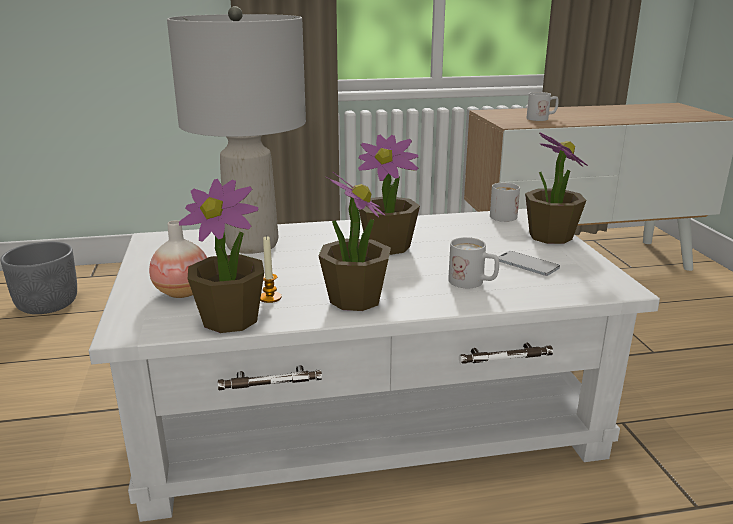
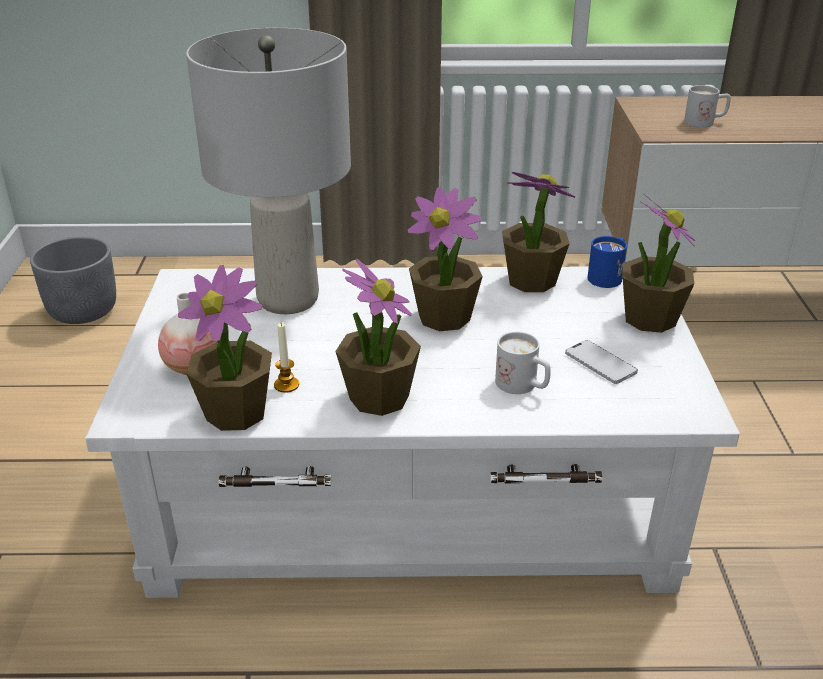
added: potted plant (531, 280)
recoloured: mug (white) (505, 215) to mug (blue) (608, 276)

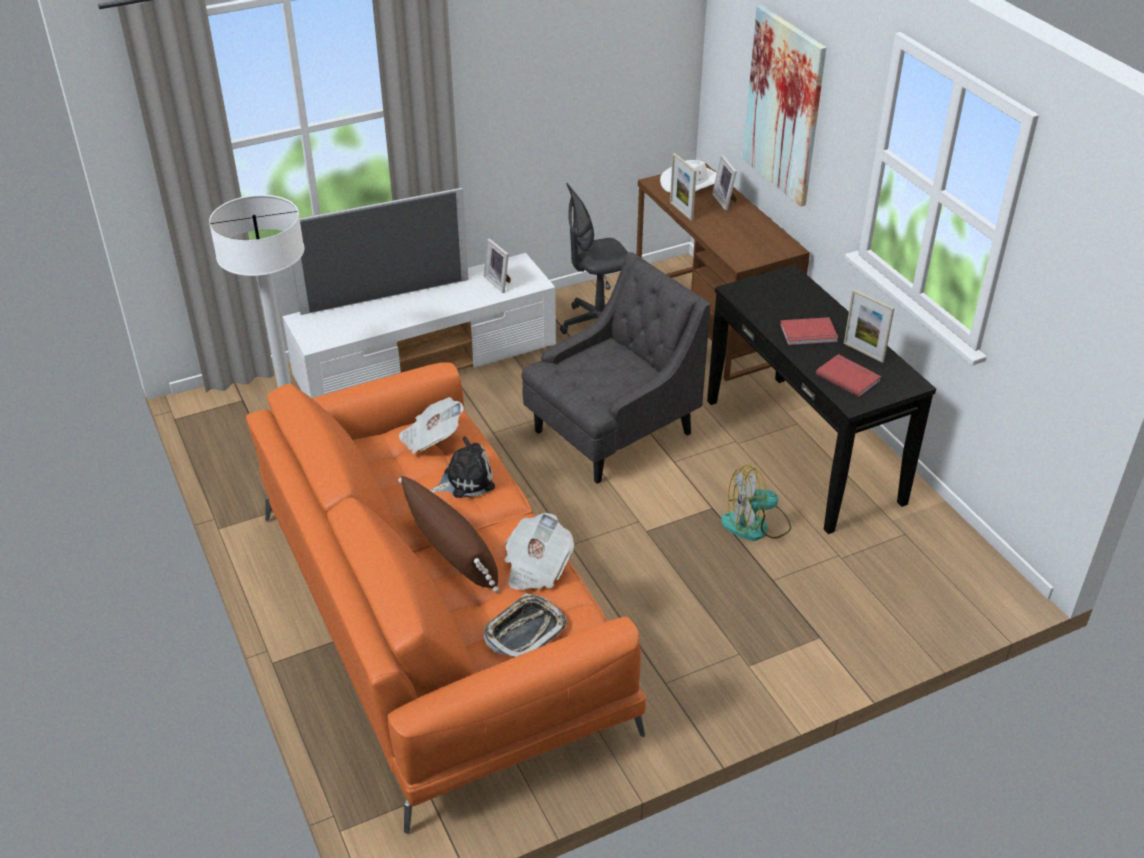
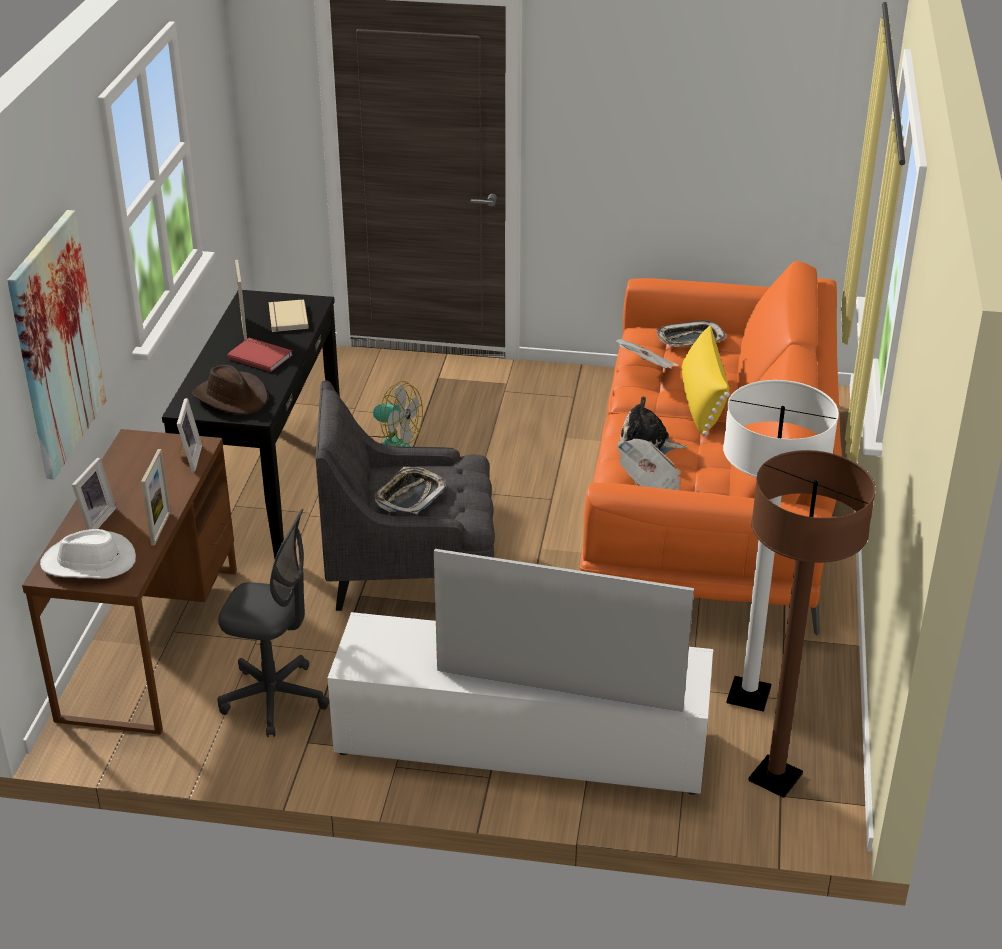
added: hat (brown) (231, 397); floor lamp (brown) (775, 778); tray (410, 495)
moved: picture frame (499, 282) to (188, 458)
recoloured: book (red) (848, 376) to book (beige) (286, 318); pillow (brown) (452, 552) to pillow (yellow) (702, 402)

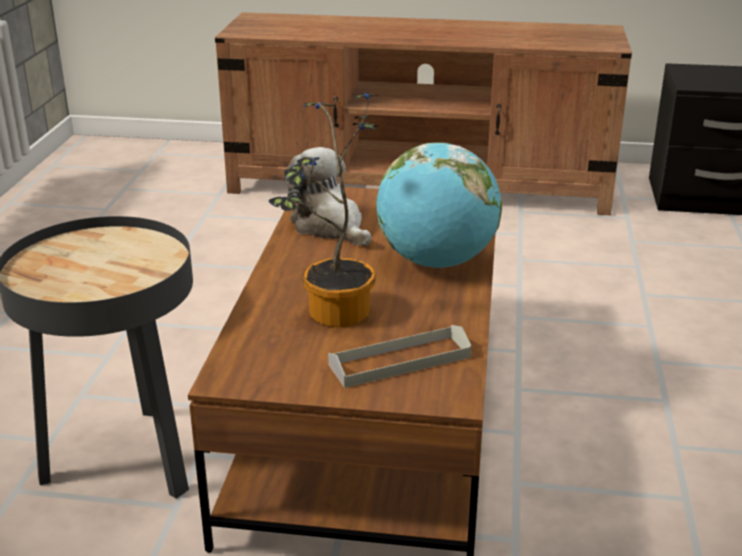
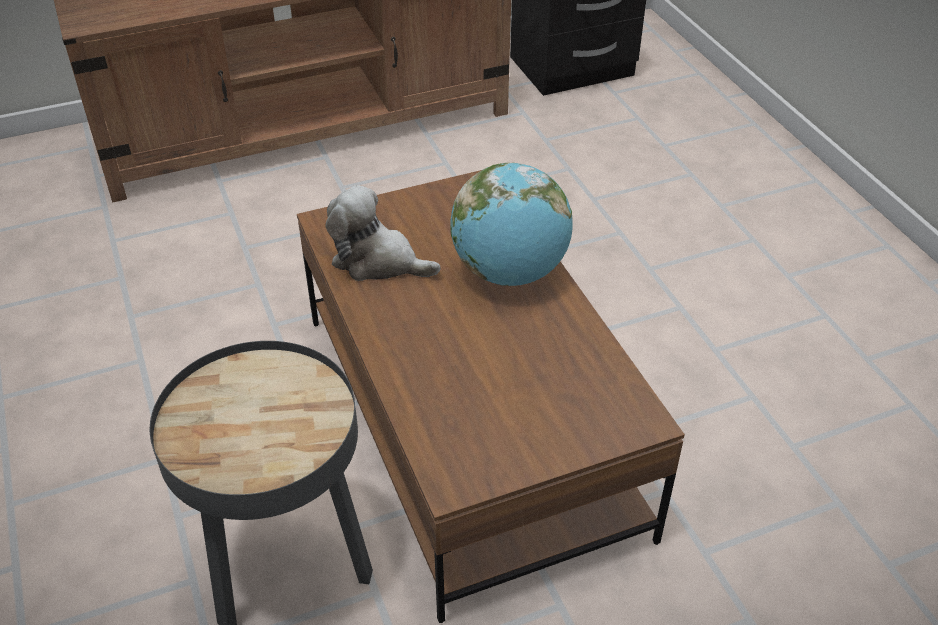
removed: potted plant (331, 315); tray (grey) (400, 361)

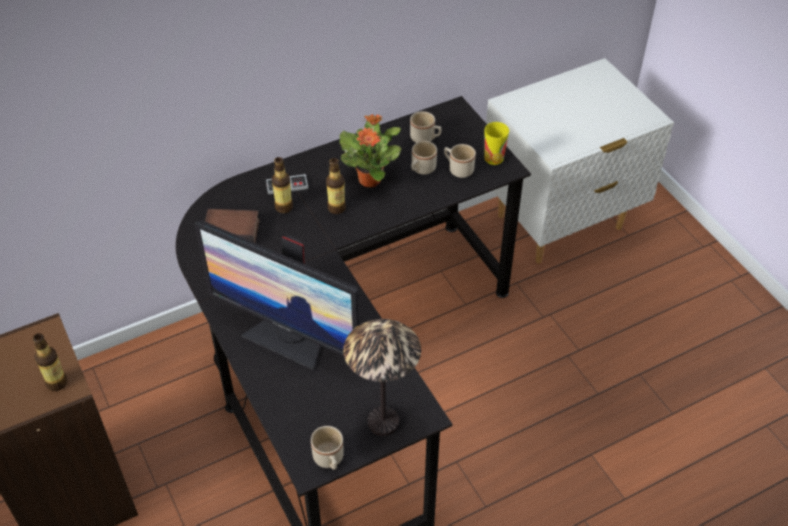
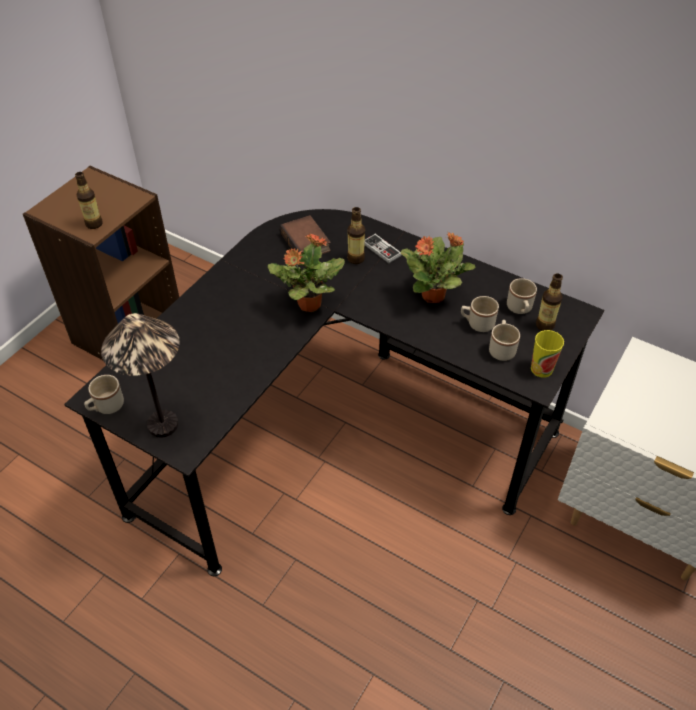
removed: monitor (288, 338)
added: potted plant (308, 304)
moved: bottle (336, 208) to (545, 325)

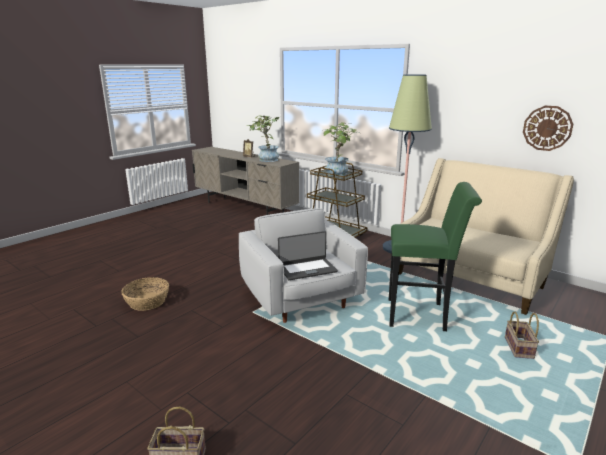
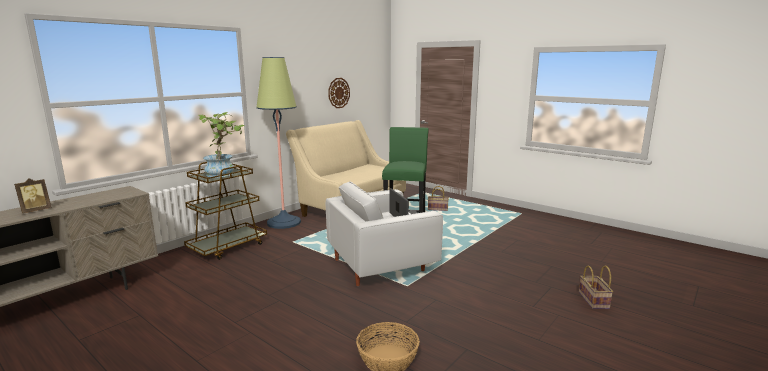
removed: potted plant (266, 160)

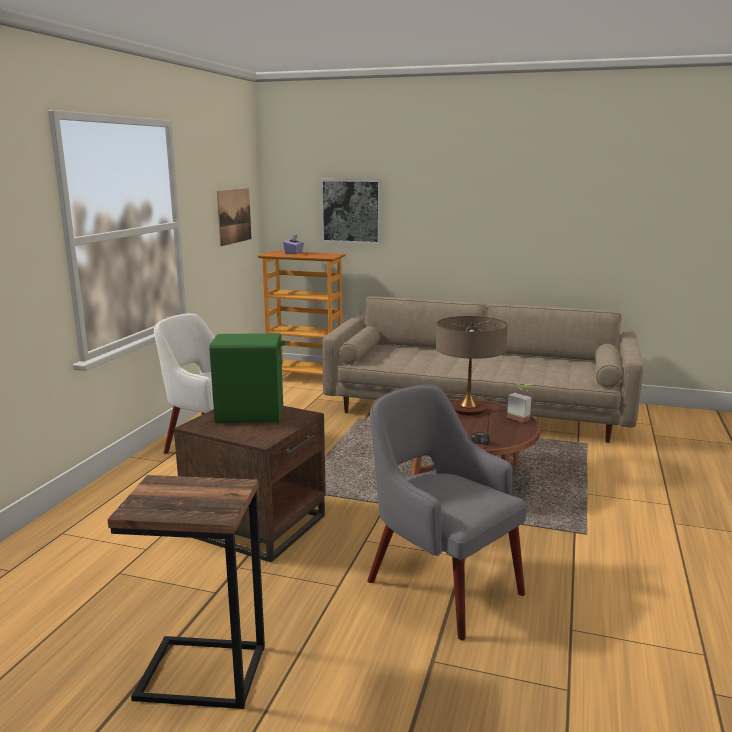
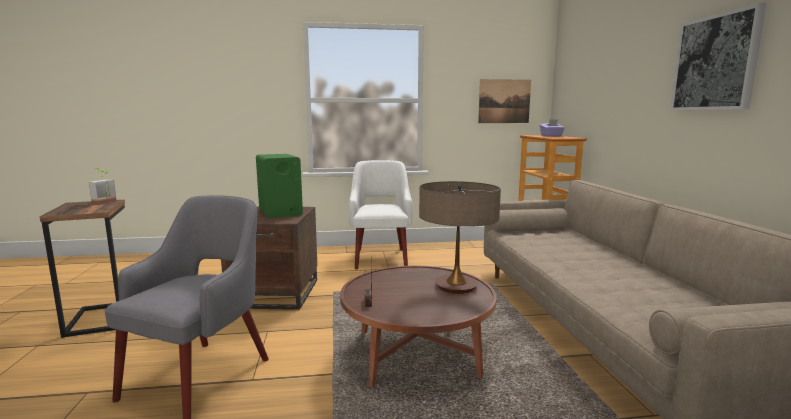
moved: picture (351, 211) to (715, 63); potted plant (520, 417) to (107, 203)

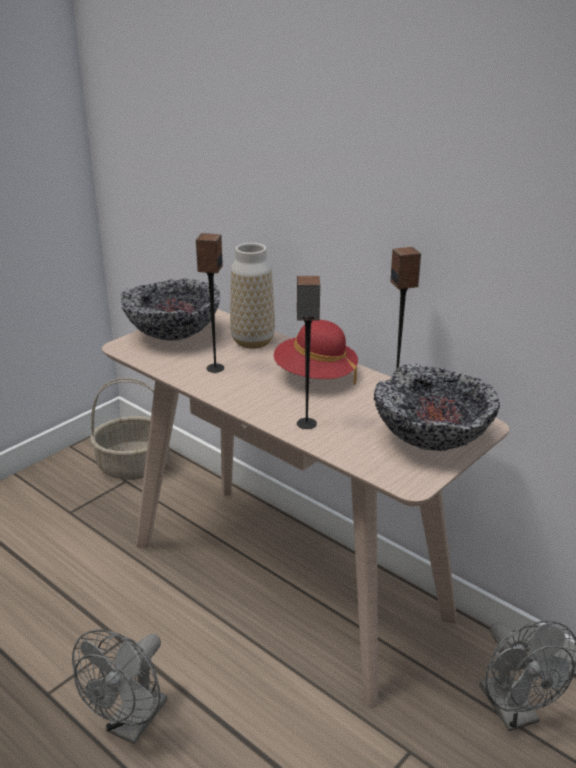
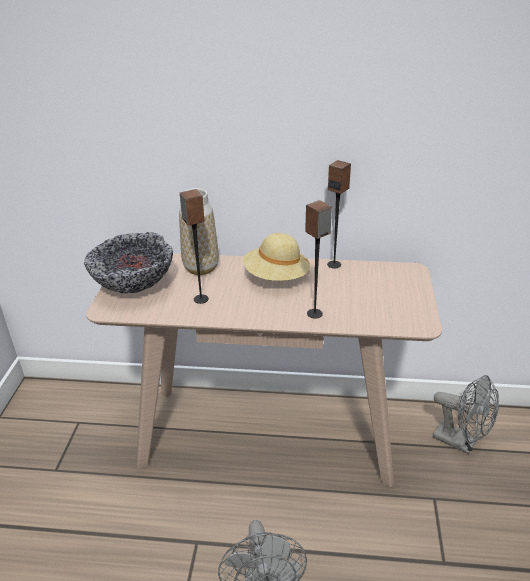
removed: bowl (431, 439); basket (134, 465)
recoloured: hat (red) (315, 376) to hat (beige) (276, 277)

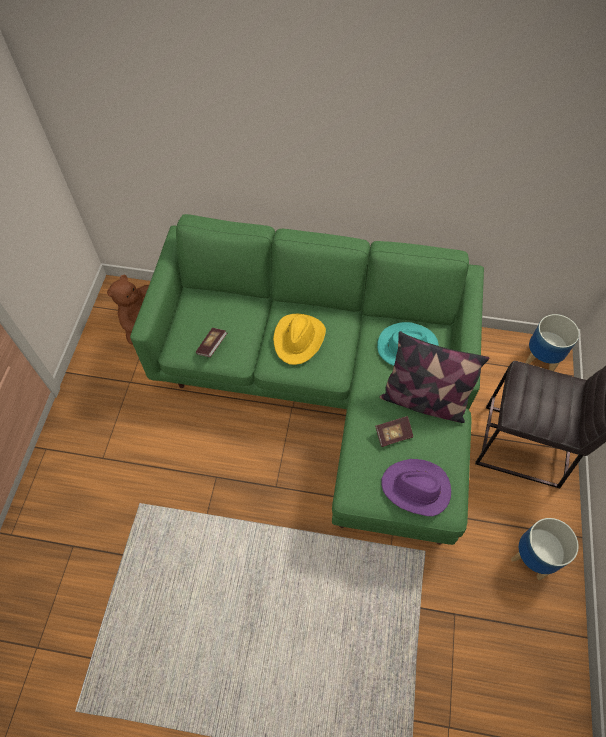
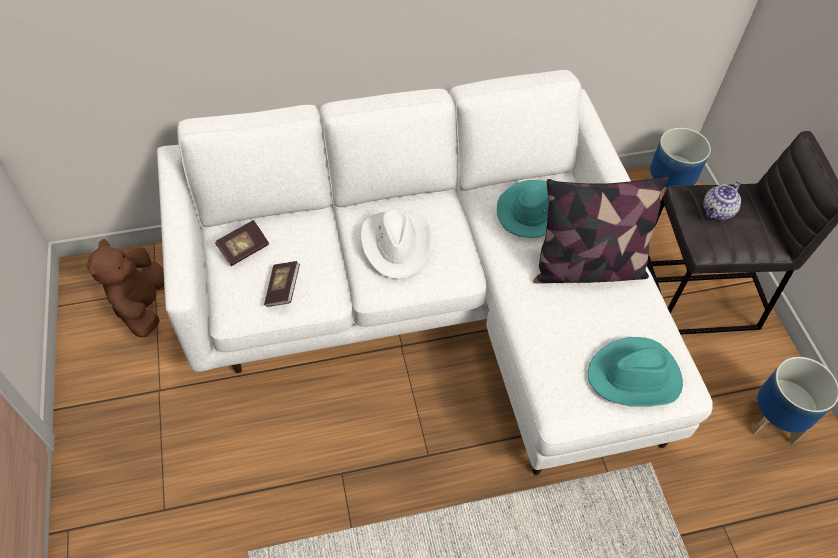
added: teapot (717, 212)
moved: book (393, 434) to (244, 249)
recoloured: sofa (green) (328, 387) to sofa (white) (435, 305); hat (yellow) (299, 339) to hat (white) (396, 244); hat (purple) (416, 489) to hat (turquoise) (635, 377)

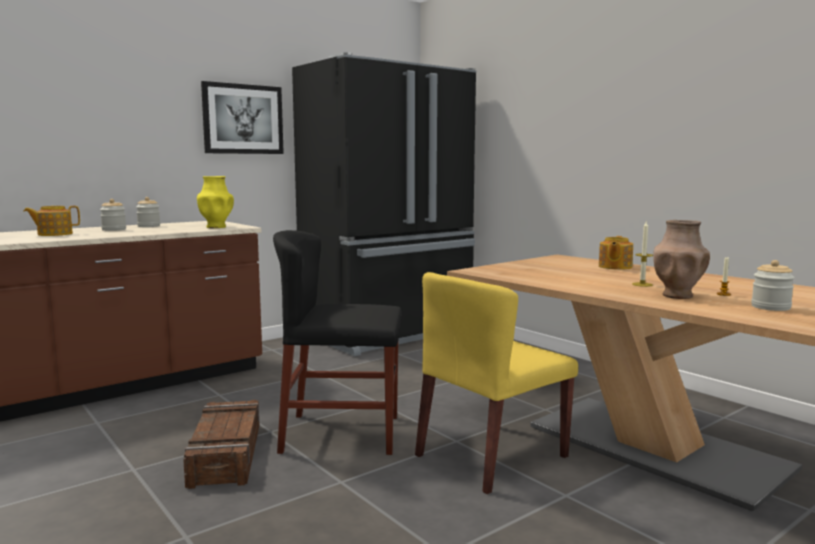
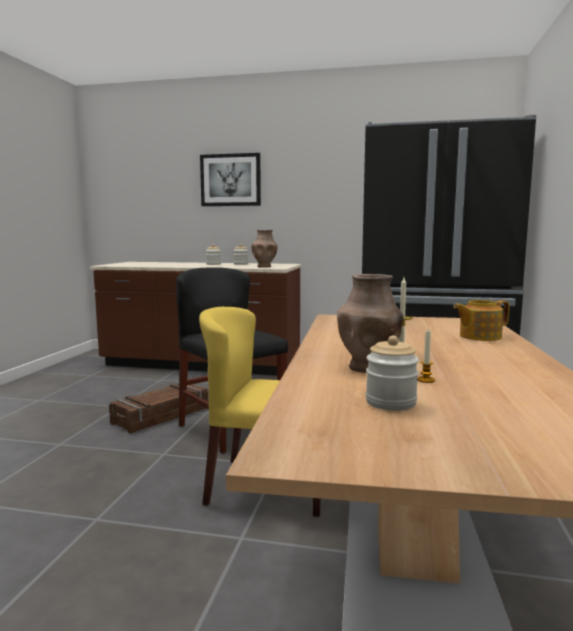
removed: teapot (54, 234)
moved: picture (243, 119) to (230, 180)
recoloured: vase (yellow) (216, 227) to vase (brown) (264, 267)

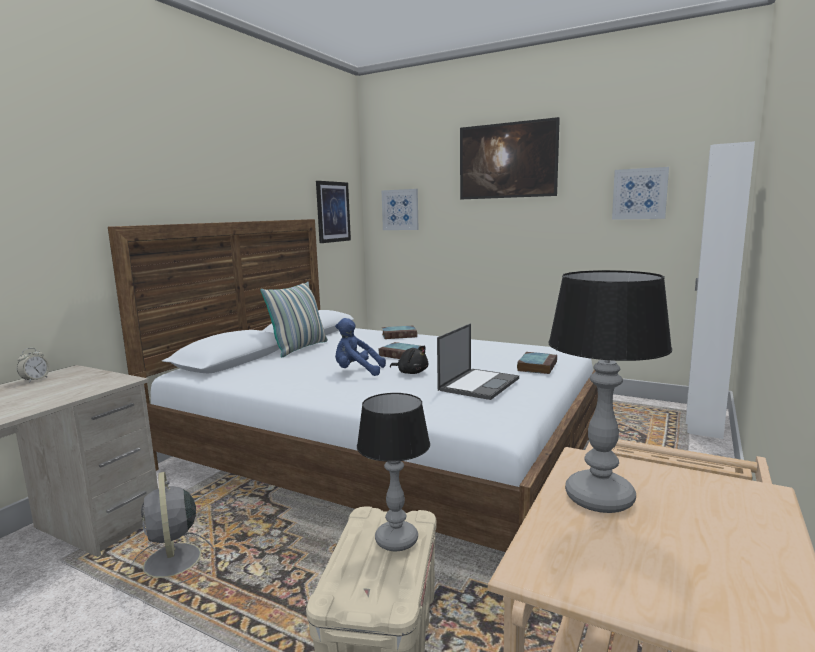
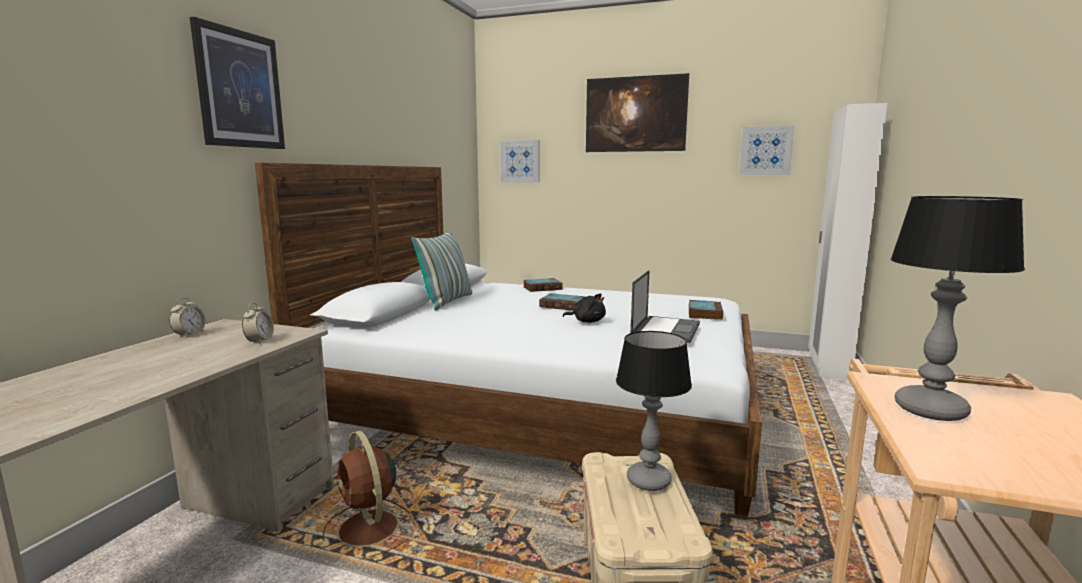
removed: plush toy (blue) (356, 372)
added: alarm clock (259, 341)
moved: picture (333, 212) to (240, 89)
recoloured: fan (grey) (172, 562) to fan (brown) (369, 530)

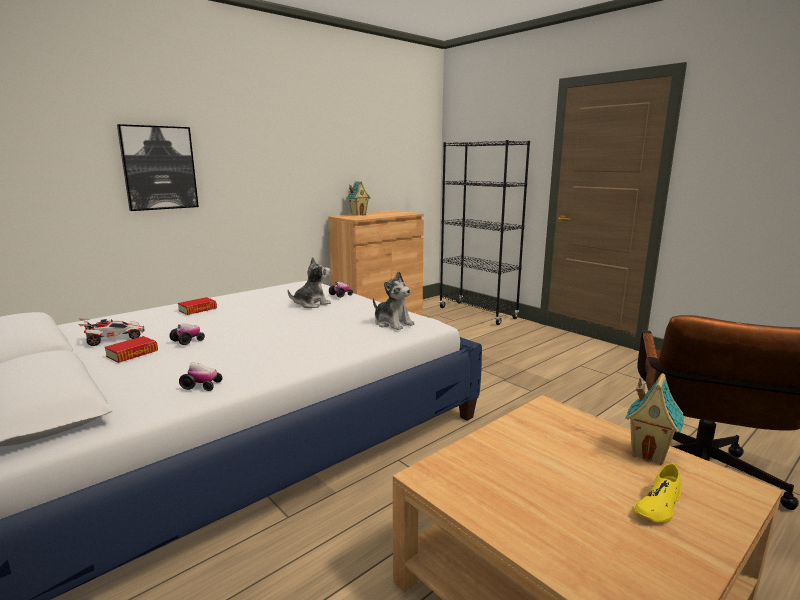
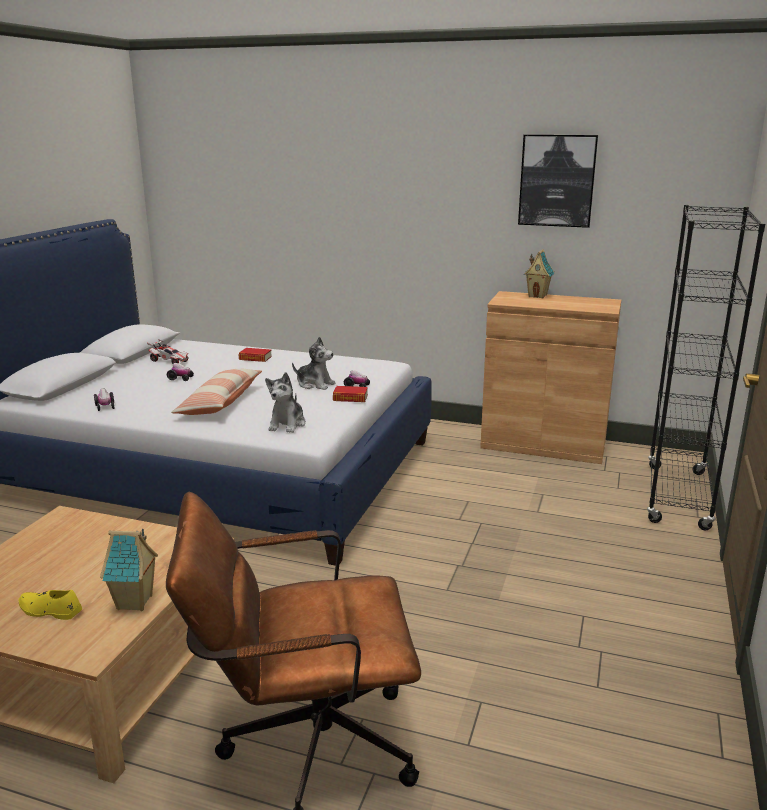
added: pillow (220, 403)
moved: picture (159, 168) to (557, 180); book (132, 354) to (350, 398)

